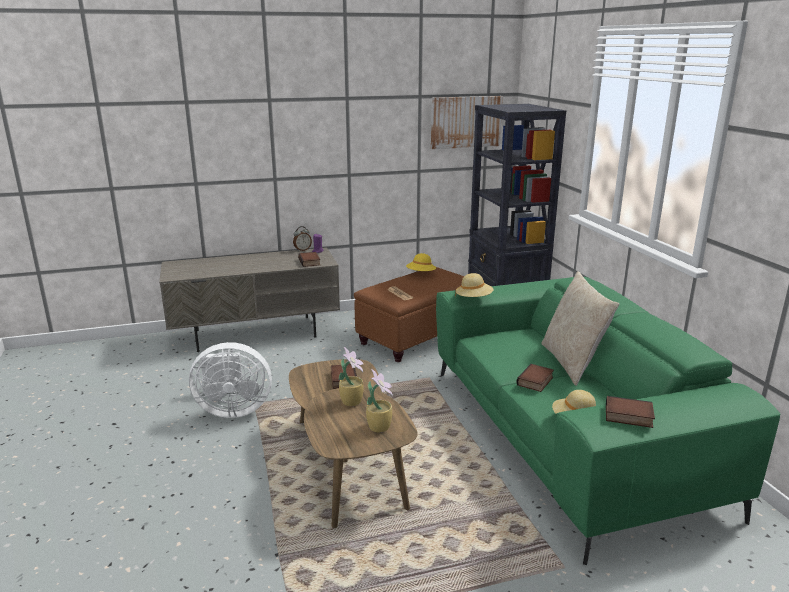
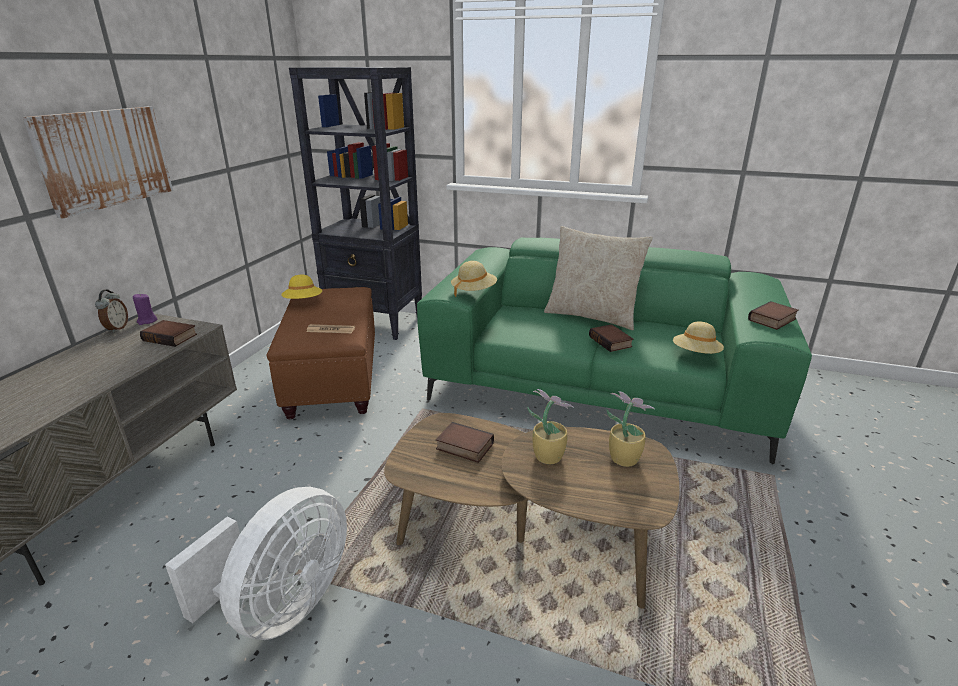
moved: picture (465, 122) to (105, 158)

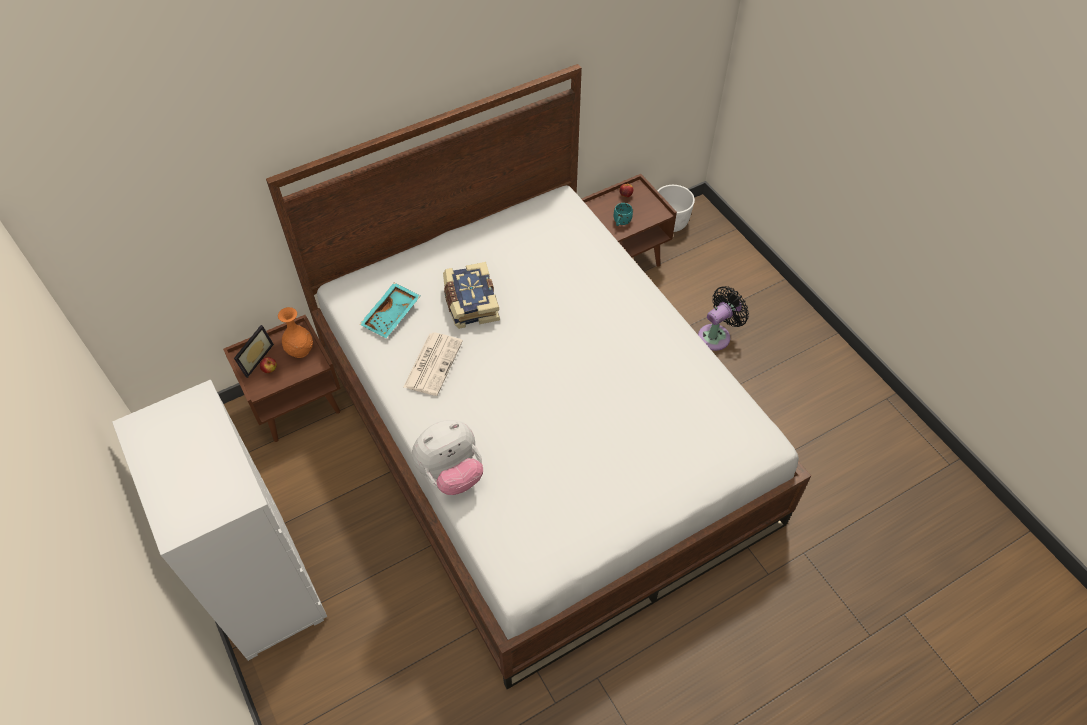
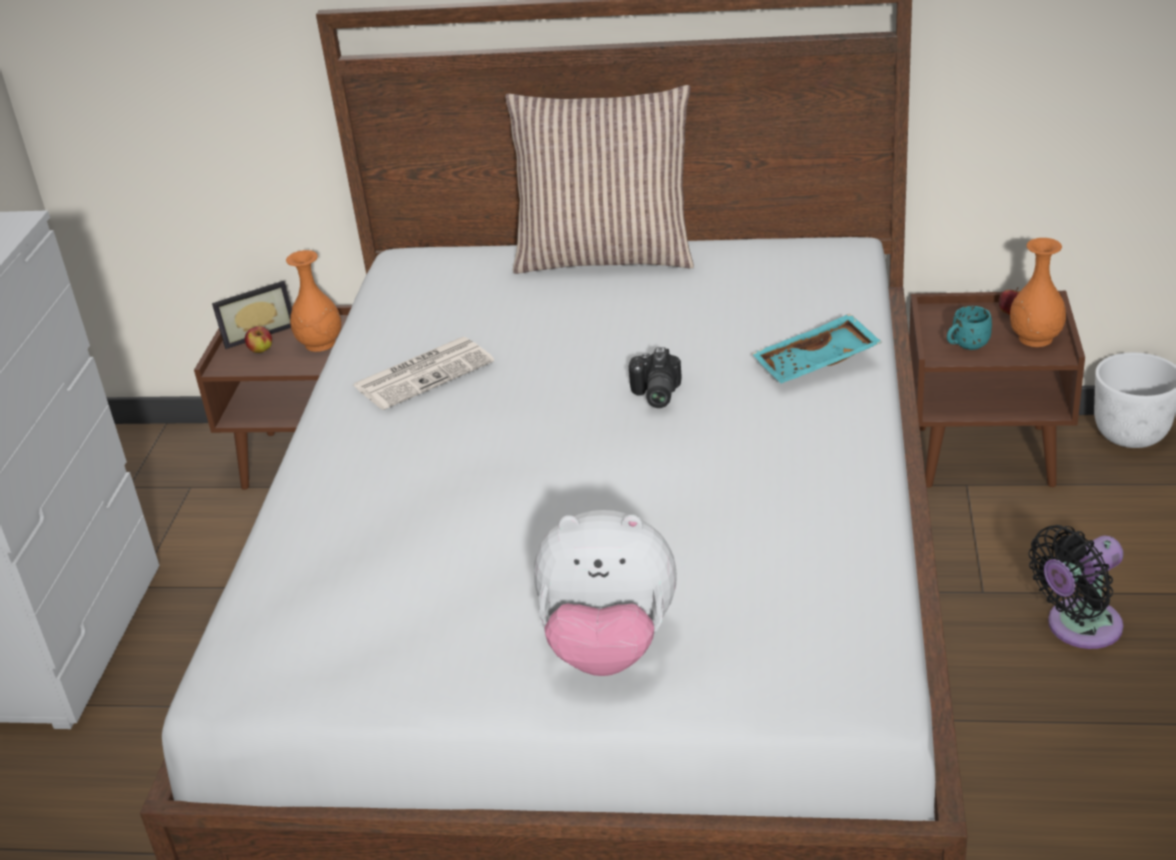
removed: book (470, 303)
added: pillow (606, 256); vase (orange) (1035, 338); photo camera (654, 394)
moved: tray (turquoise) (392, 316) to (817, 364); plush toy (451, 473) to (609, 647)
turned: fan (black) (716, 335) = (1078, 628) 150 degrees clockwise

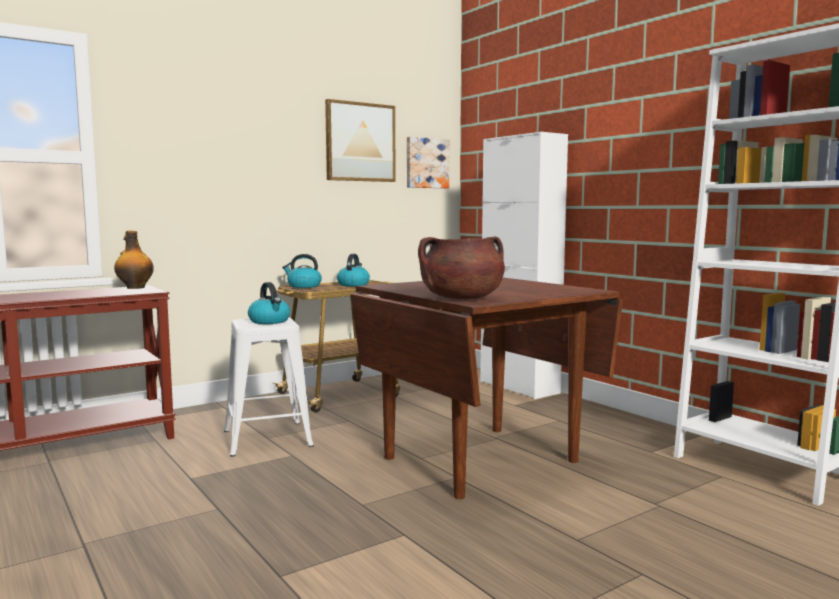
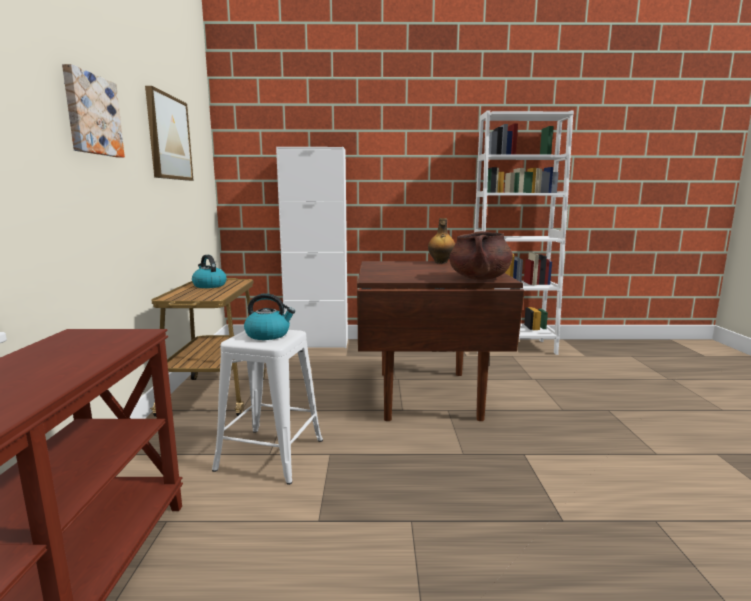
removed: kettle (303, 286)
moved: picture (426, 163) to (91, 115); bottle (135, 288) to (440, 262)

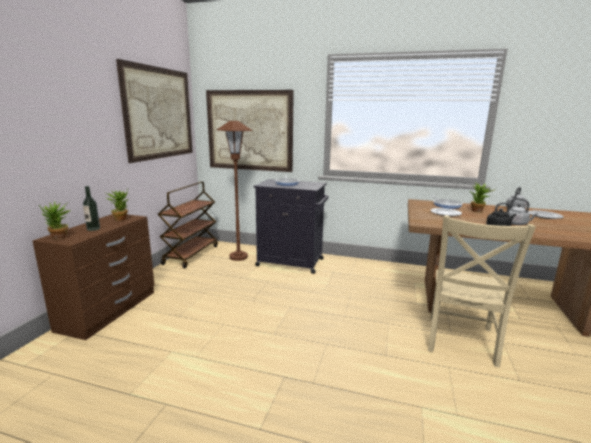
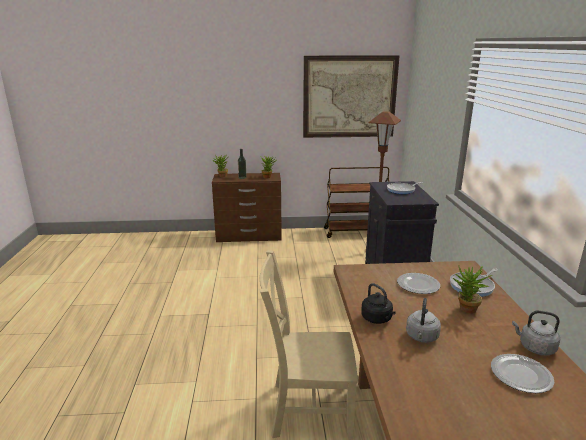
removed: picture (249, 131)

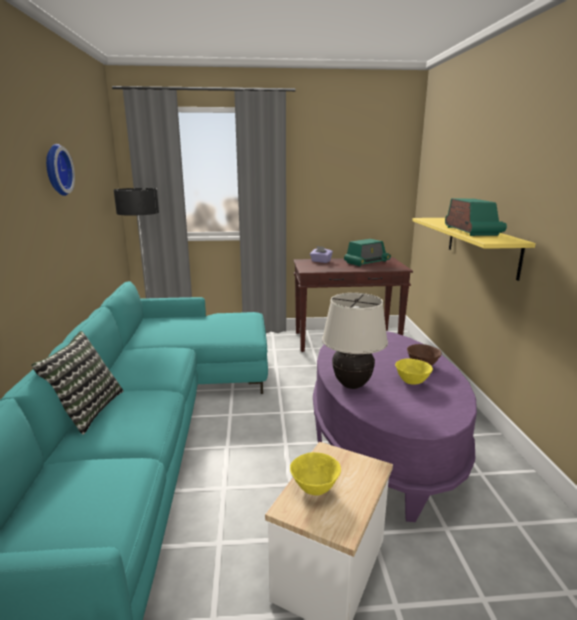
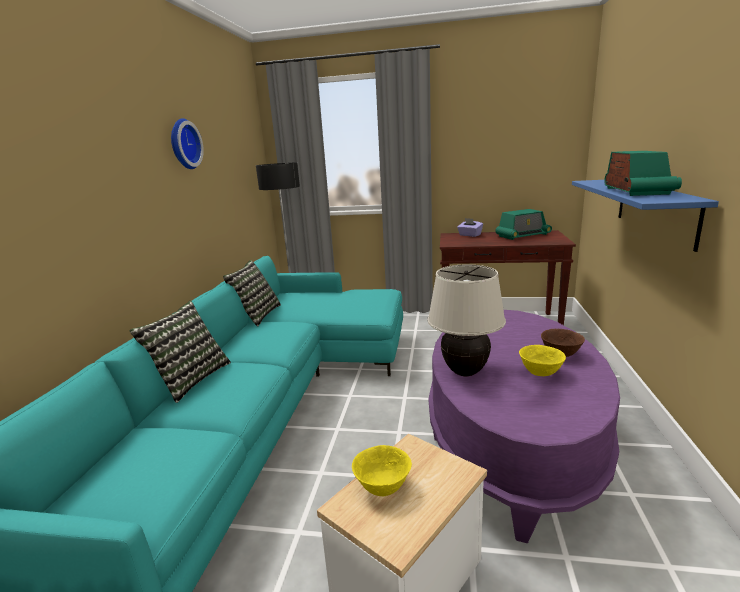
added: pillow (256, 315)
recoloured: shelf (yellow) (481, 245) to shelf (blue) (654, 209)

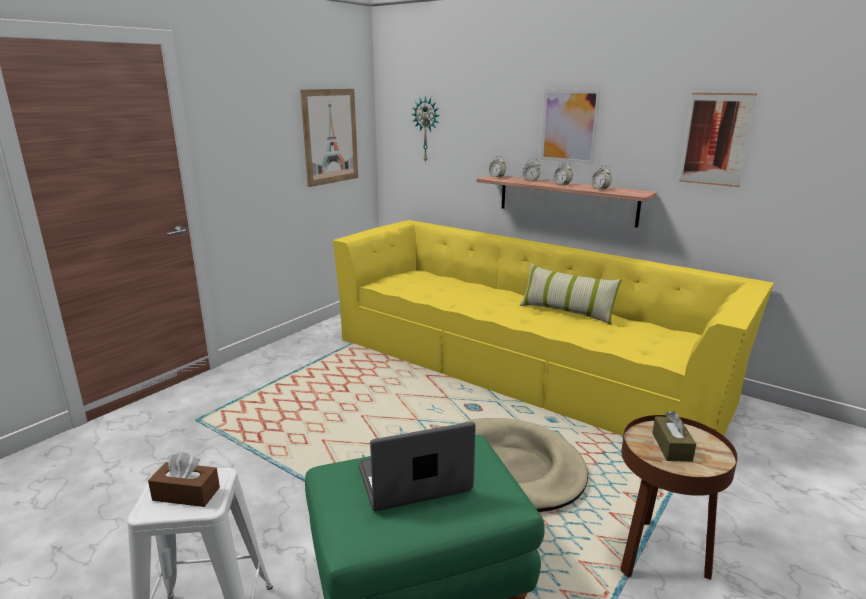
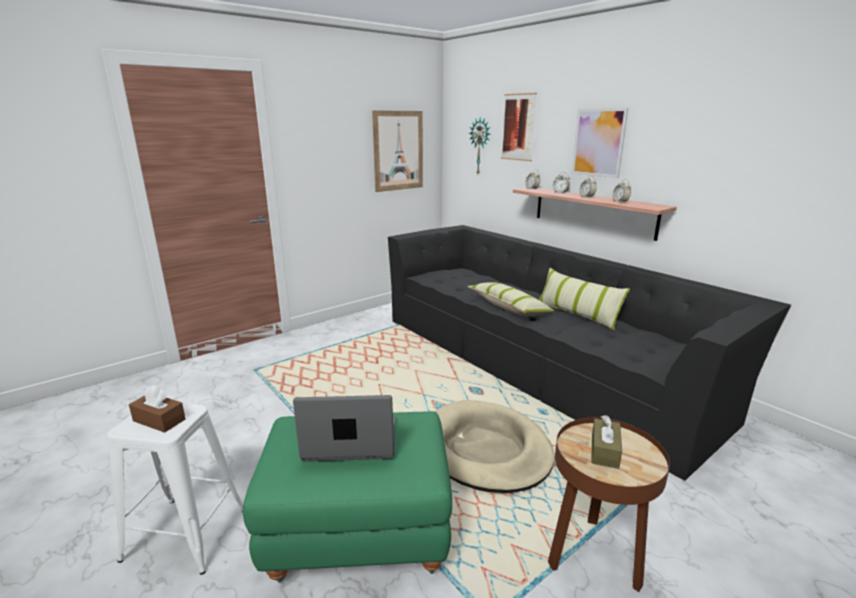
added: pillow (508, 308)
moved: picture (716, 139) to (518, 127)
recoloured: sofa (yellow) (522, 365) to sofa (black) (537, 360)

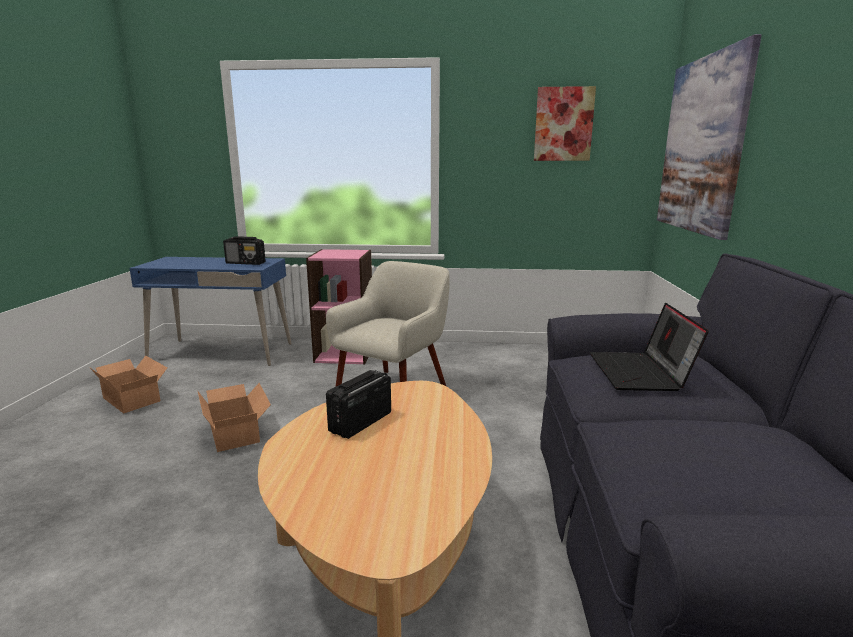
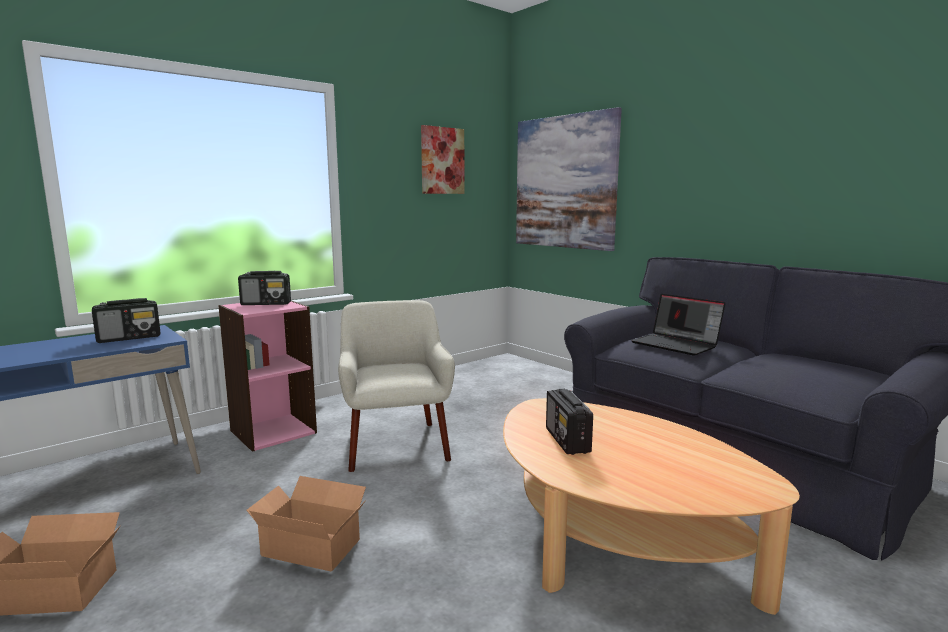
added: radio (266, 304)

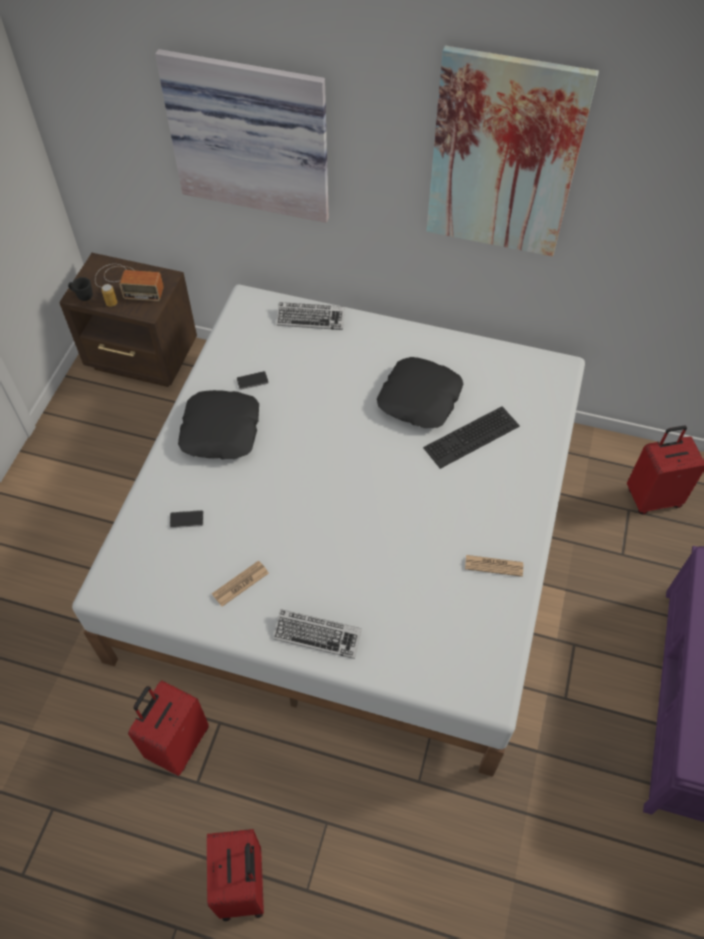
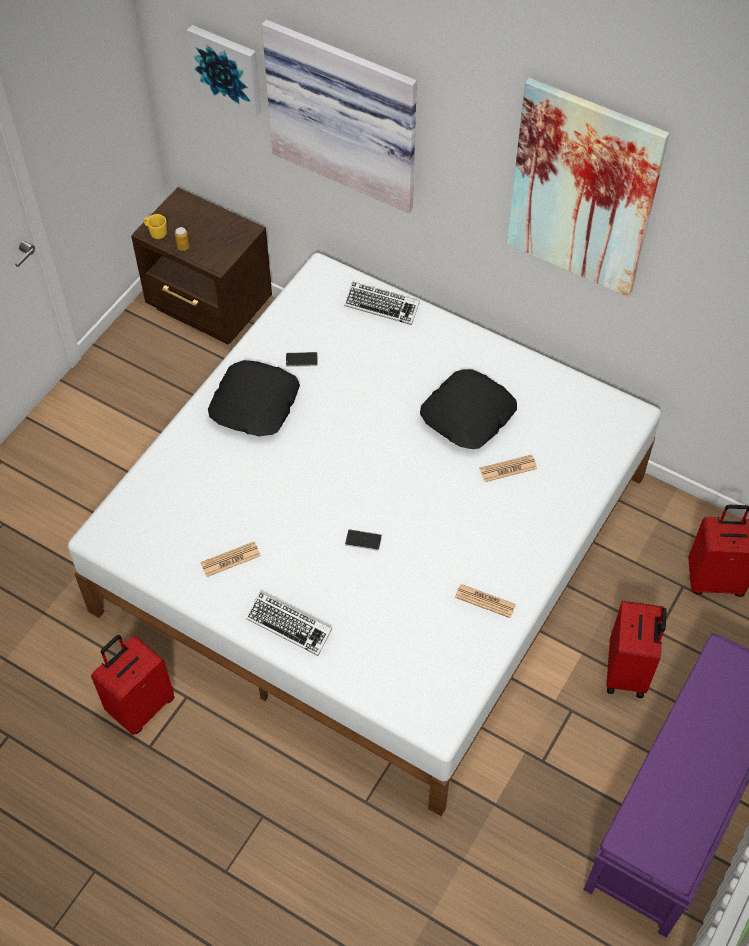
removed: radio (128, 283)
added: picture (227, 68)
moved: phone (187, 520) to (363, 540); suitcase (red) (244, 885) to (628, 671)
replaced: keyboard (472, 438) to newspaper (508, 469)
recoloured: mug (black) (82, 296) to mug (yellow) (156, 233)

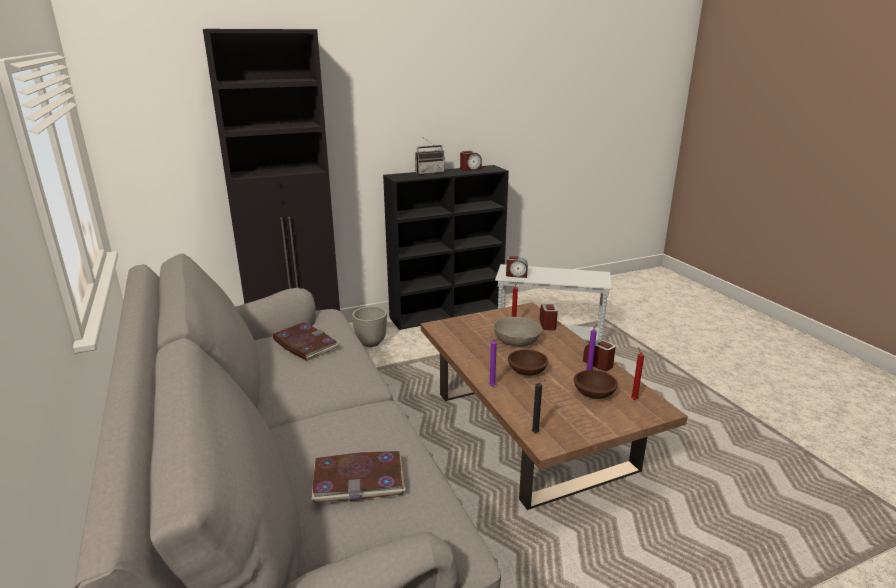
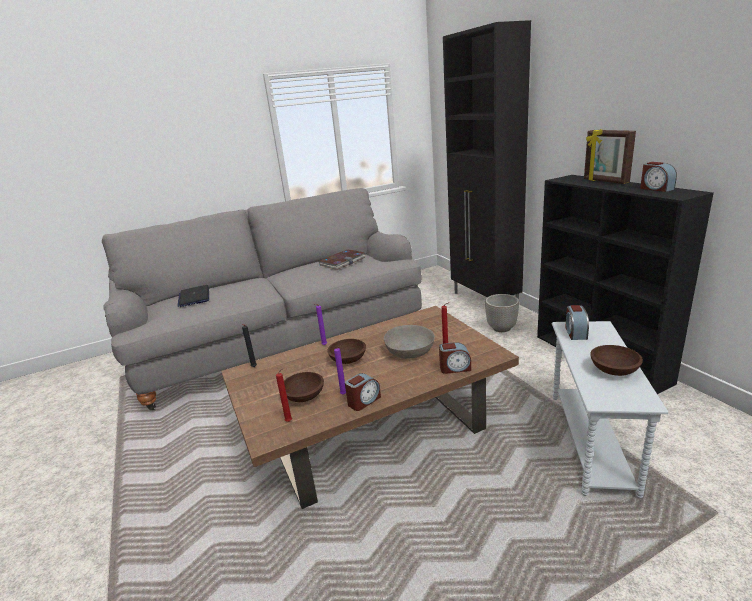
added: bowl (brown) (613, 370)
replaced: radio (429, 172) to picture frame (605, 181); book (359, 479) to laptop (194, 297)

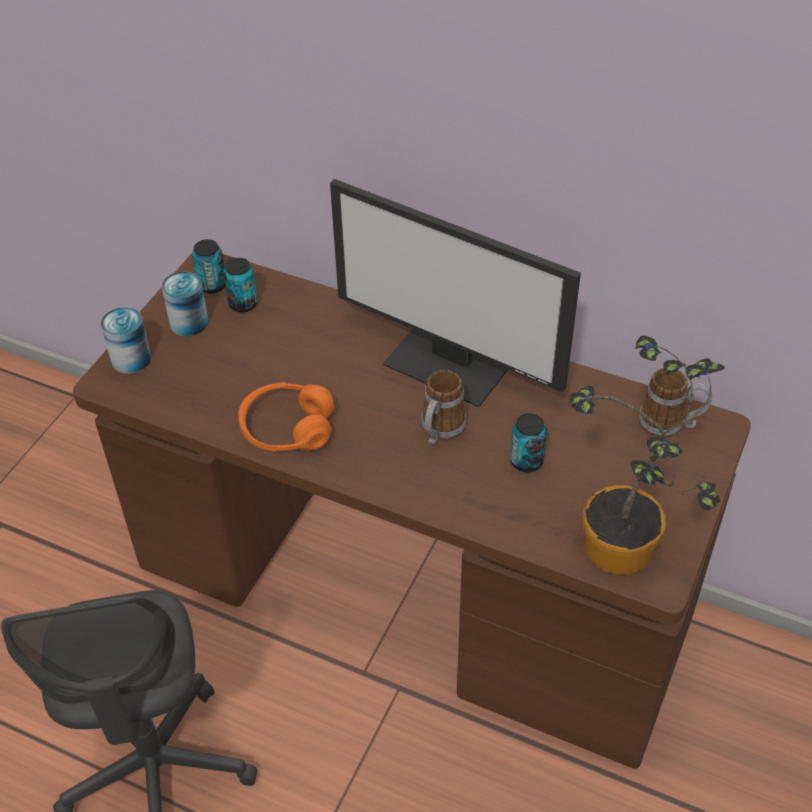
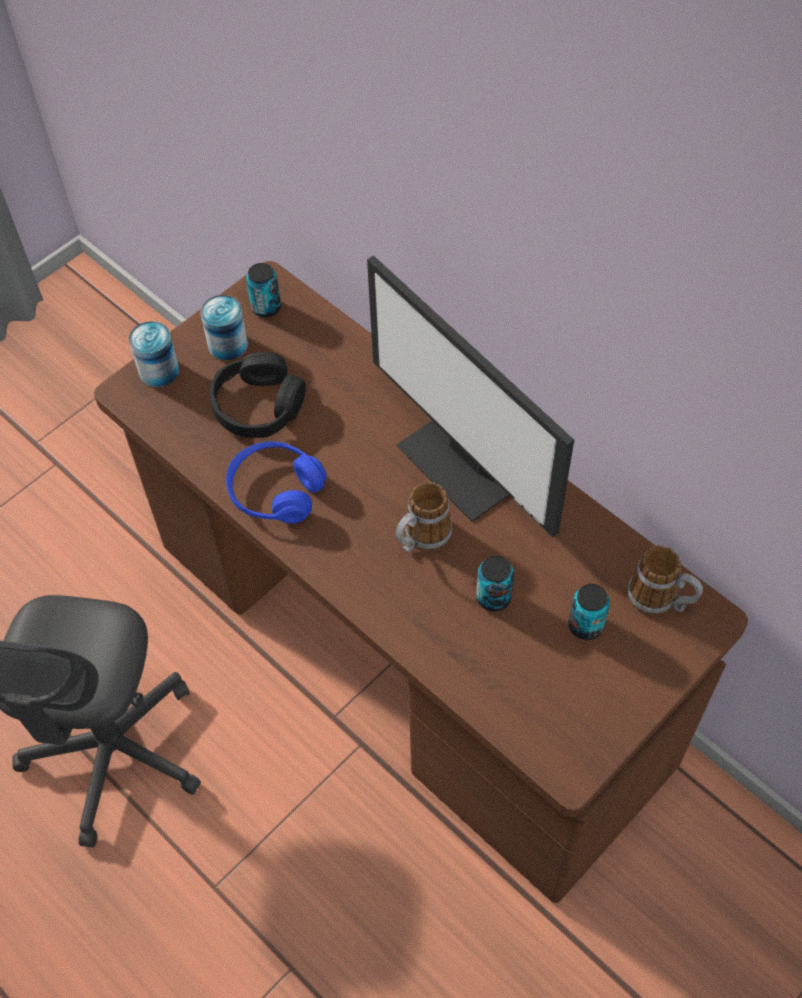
removed: potted plant (624, 555)
added: headphones (black) (258, 406)
moved: can (243, 304) to (585, 625)
recoloured: headphones (orange) (287, 429) to headphones (blue) (276, 491)

